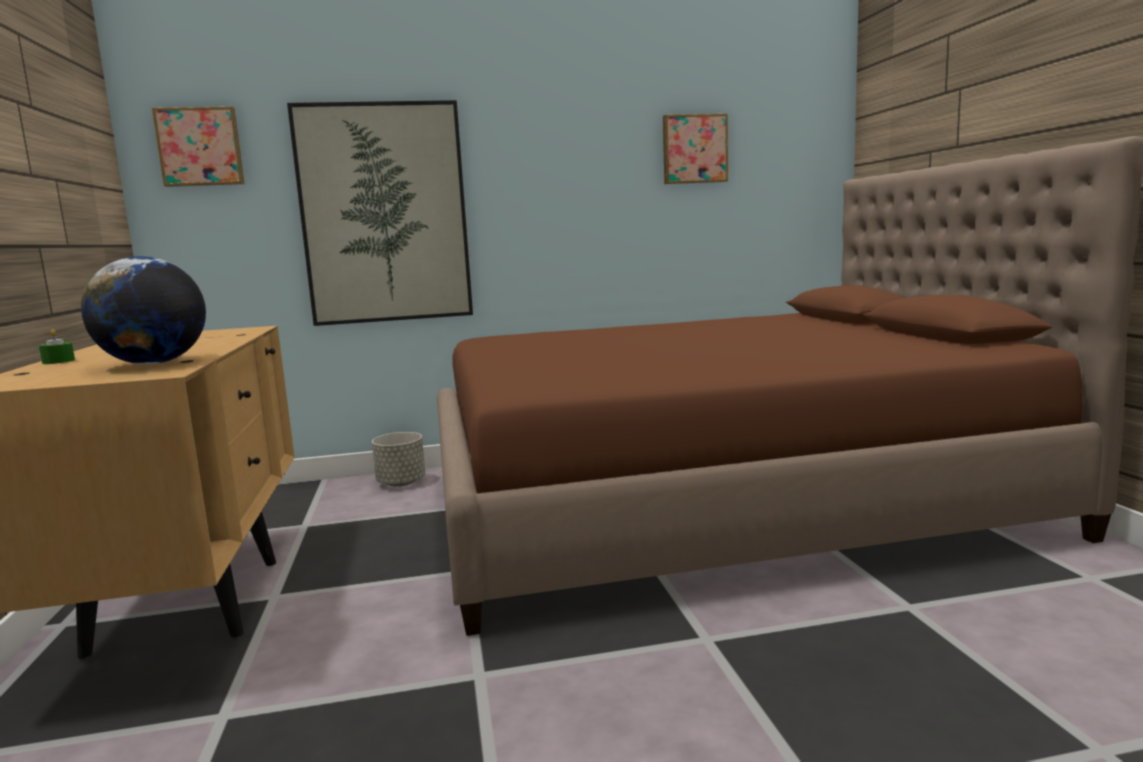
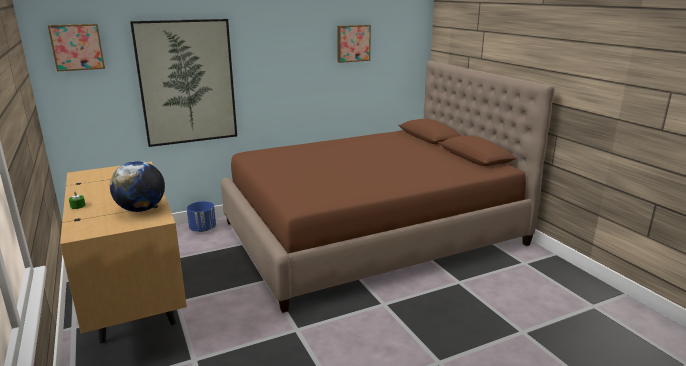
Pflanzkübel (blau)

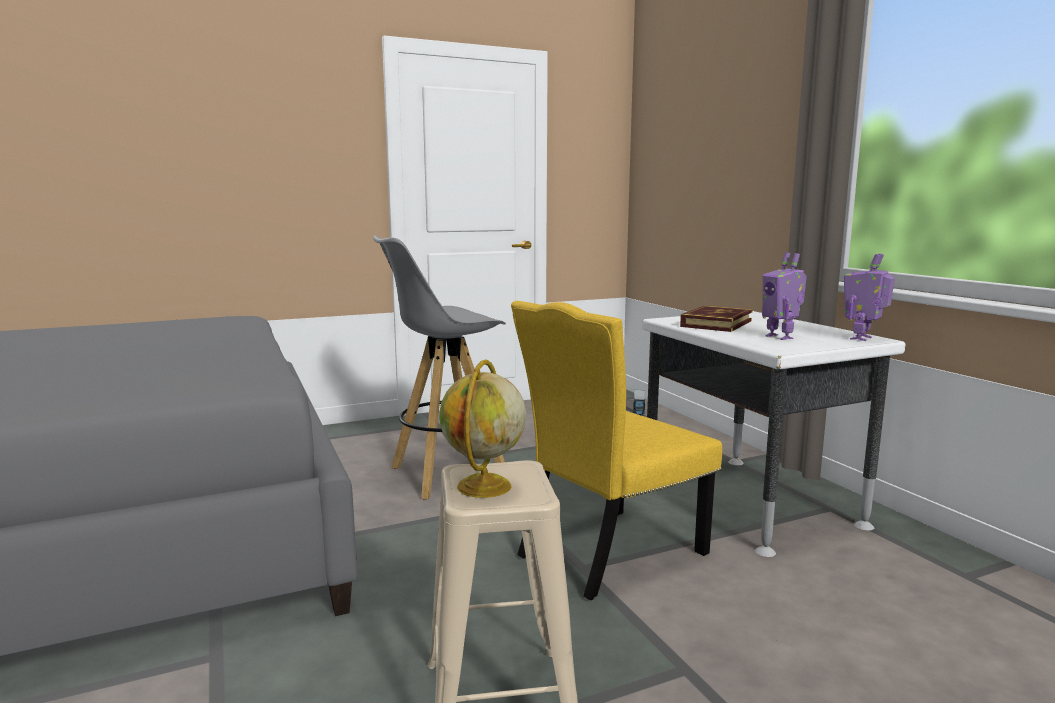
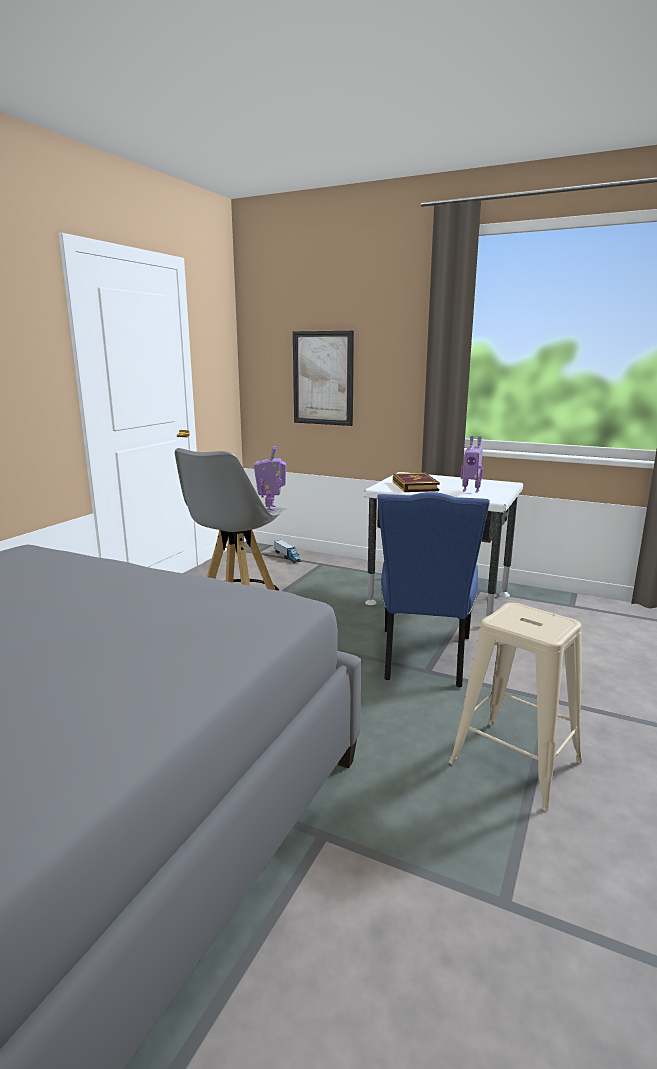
Globus; Stuhl (blau); Spielzeugroboter (no. 1 from left); Bild

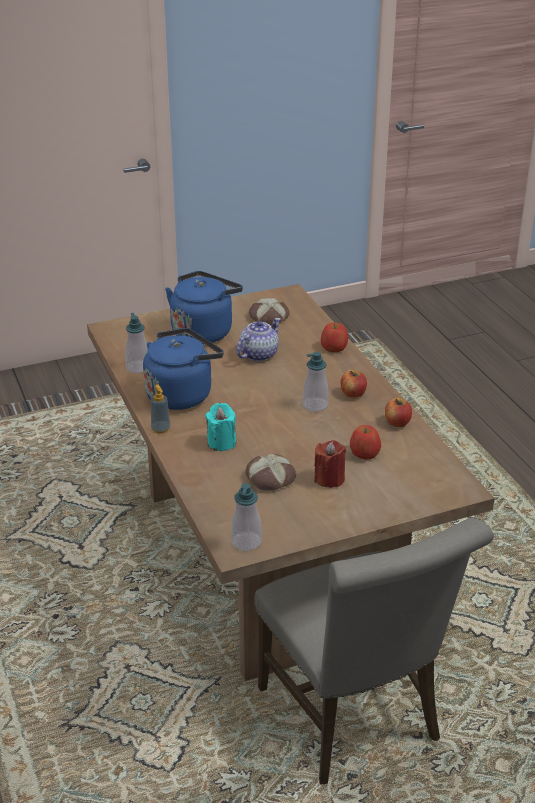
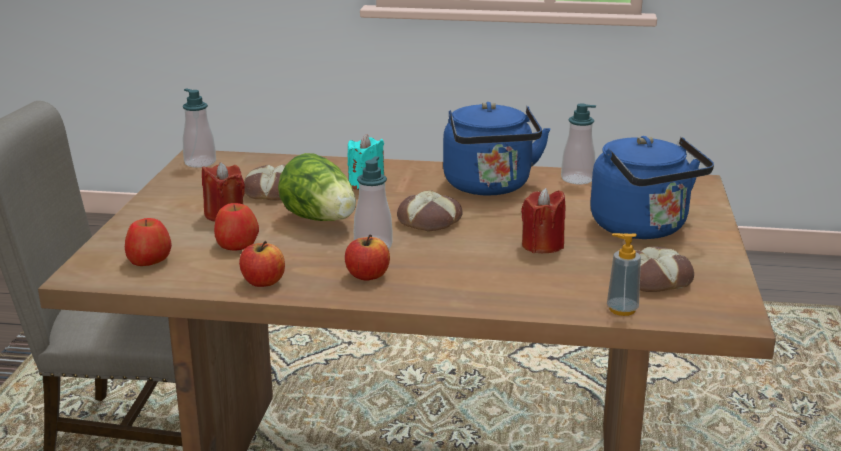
Seifenspender (no. 4 from left); Kerze (rot) (no. 2 from left); Apfel (no. 1 from left); Salatkopf; Brot (no. 2 from left)

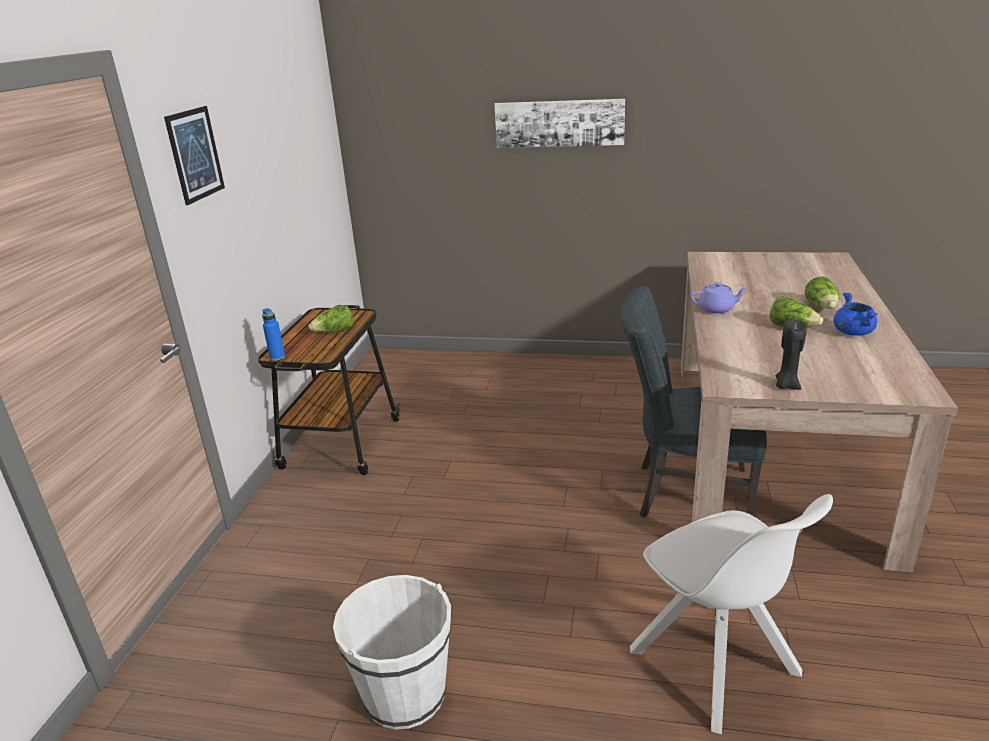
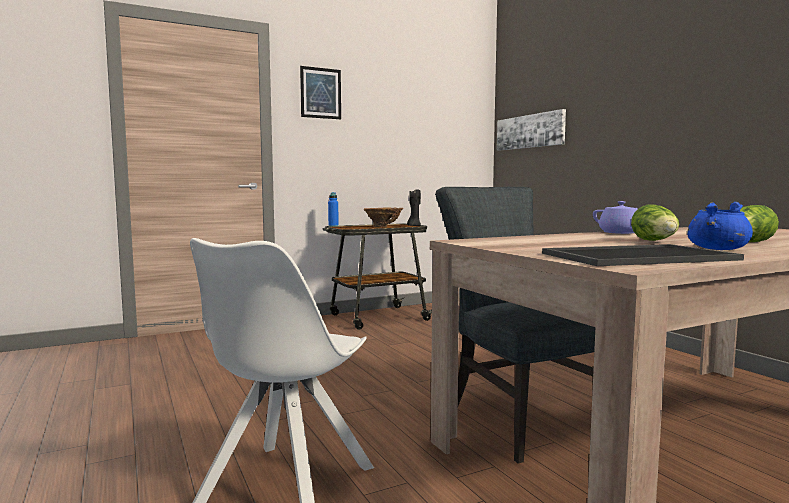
Vase (braun); Eimer (weiß); Bild (no. 2 from left); Kerze (schwarz); Tablett

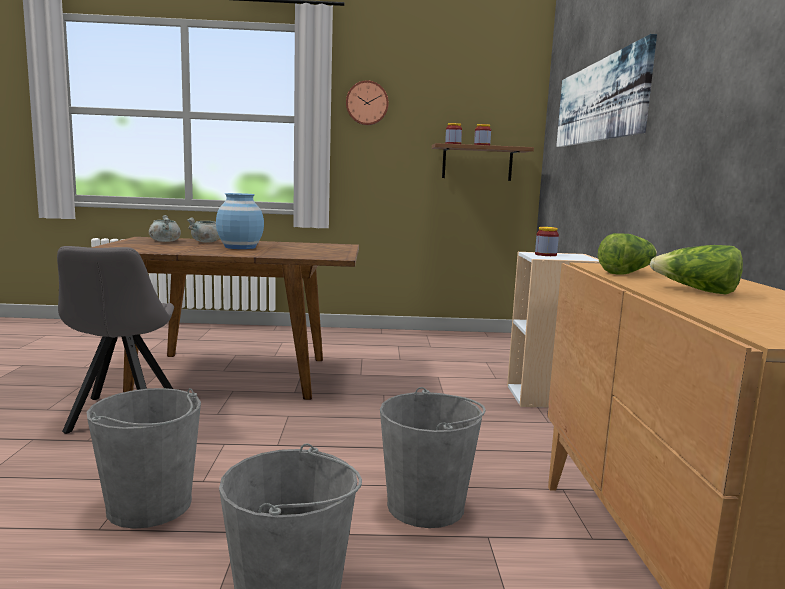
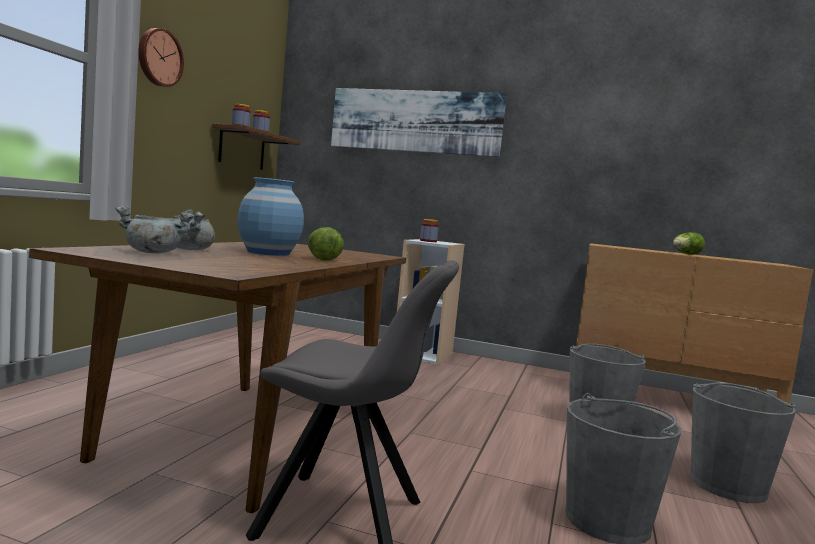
Salatkopf (no. 1 from left)

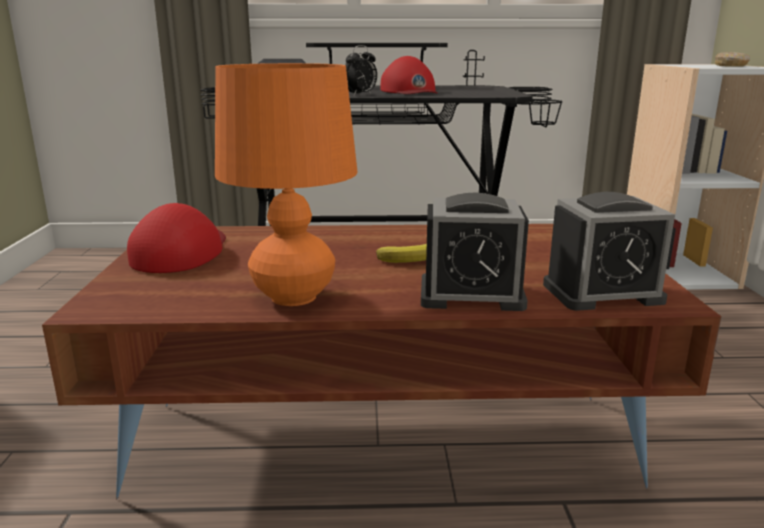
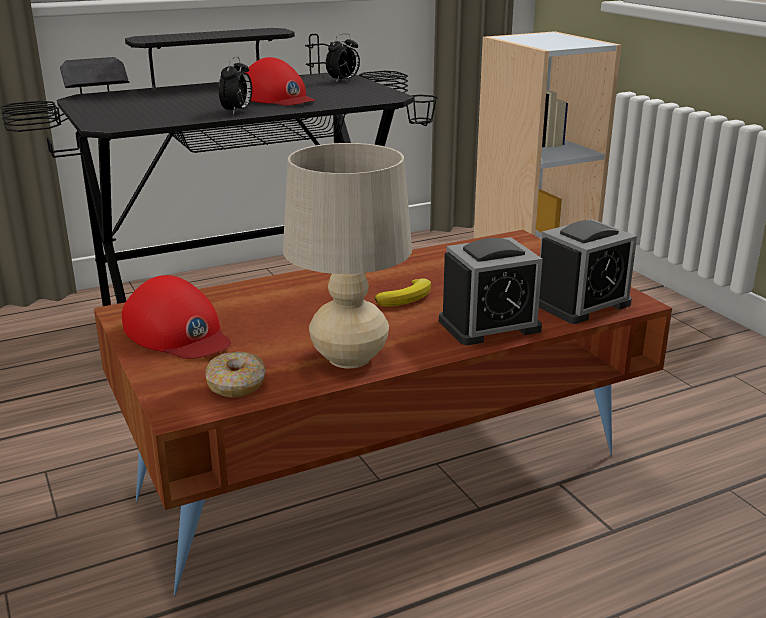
Kappe (rot) (no. 1 from left); Tischlampe (beige); Donut; Wecker (no. 2 from left)

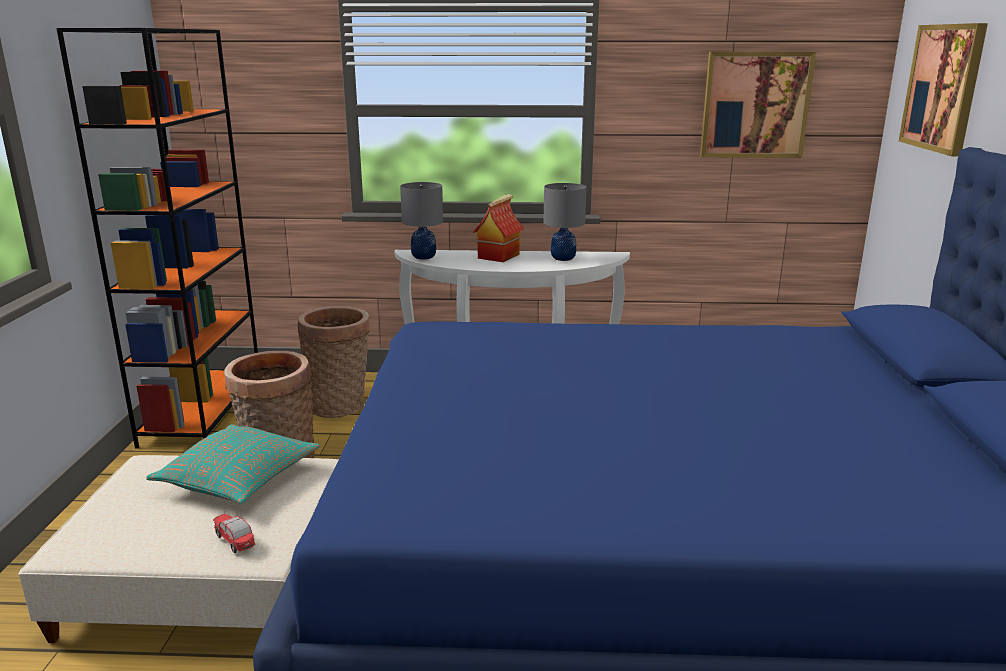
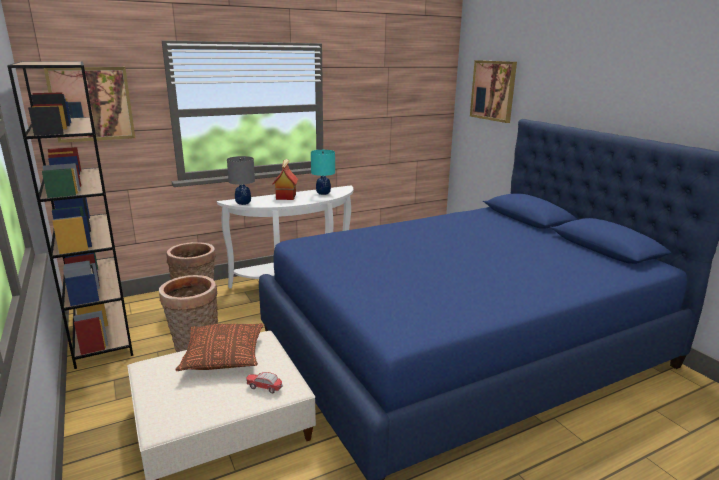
Bücherregal (beige); Kissen (braun); Tischlampe (türkis); Bild (no. 1 from left)

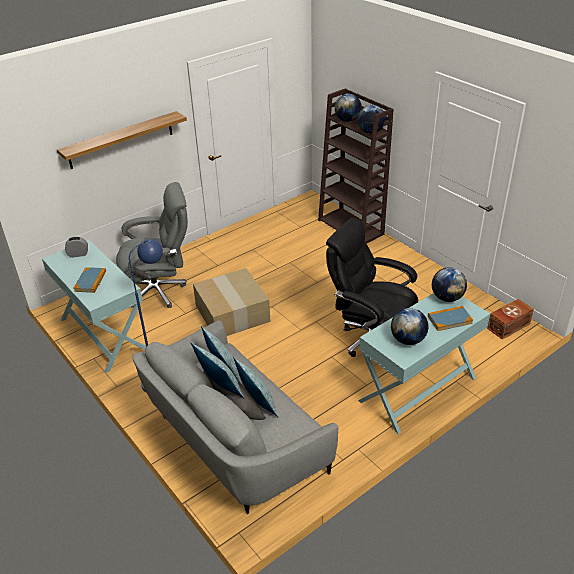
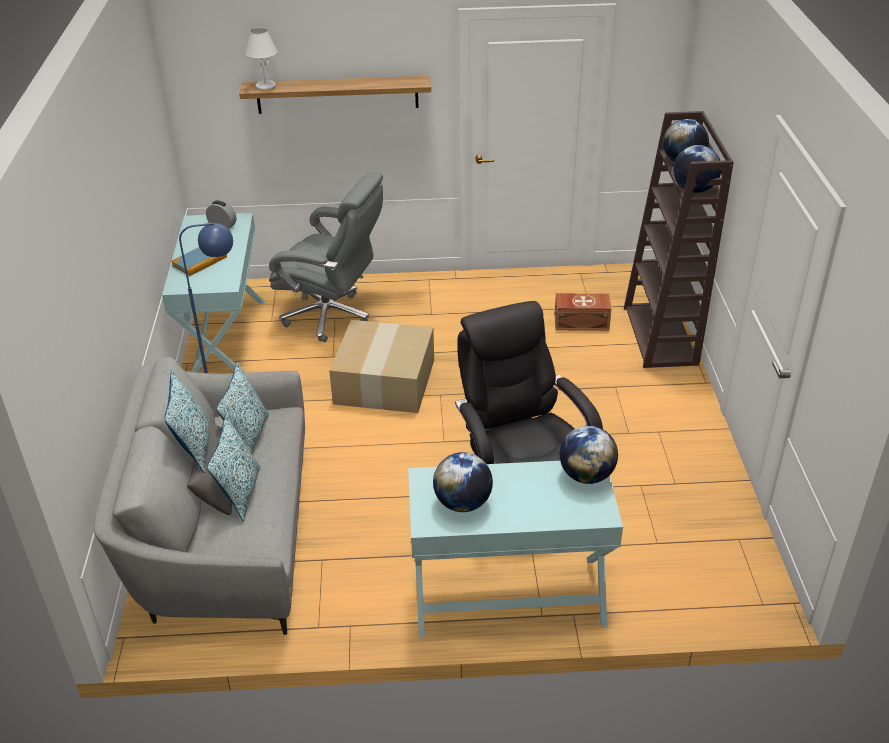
Buch (no. 2 from left in the first image); Aufbewahrungsbox (braun); Tischlampe (weiß)

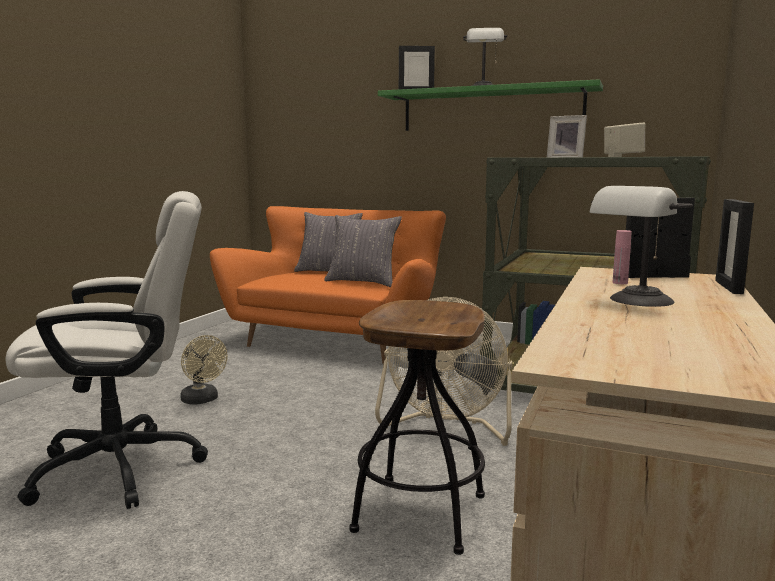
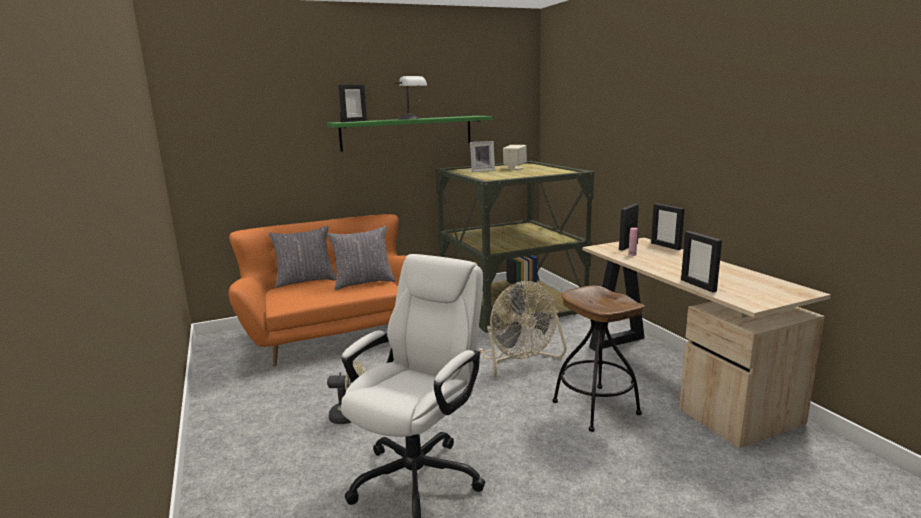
Tischlampe (no. 2 from left in the first image); Bilderrahmen (no. 5 from left)

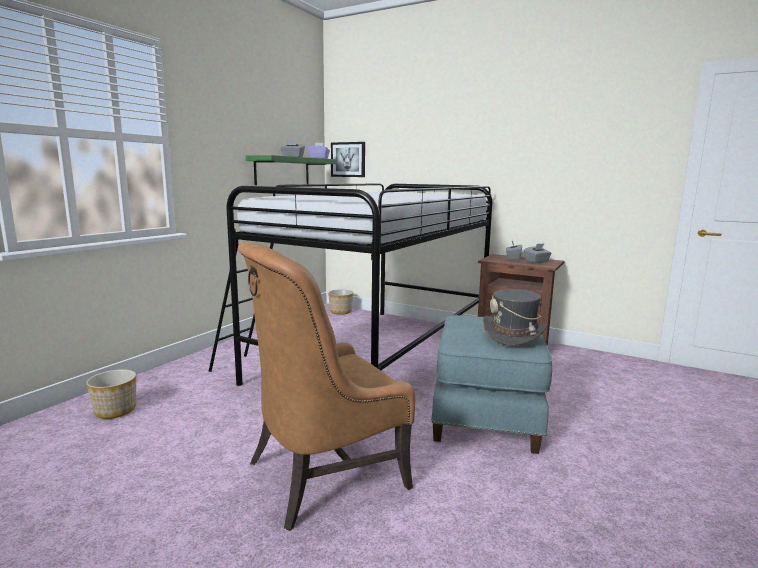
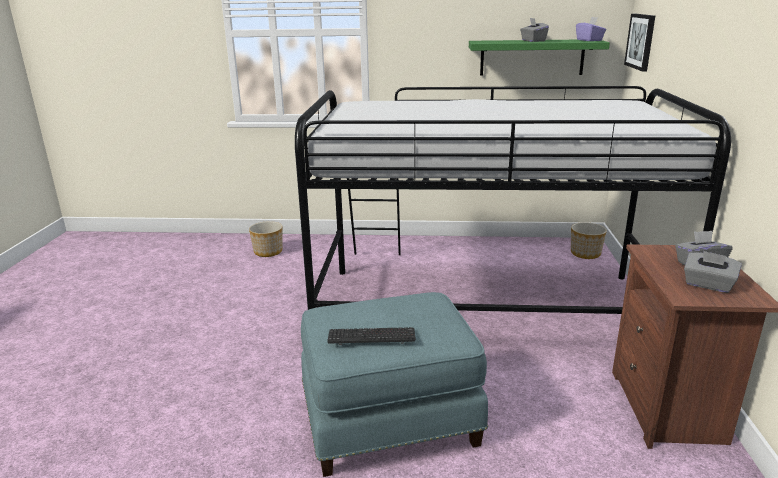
Stuhl (braun); Tastatur

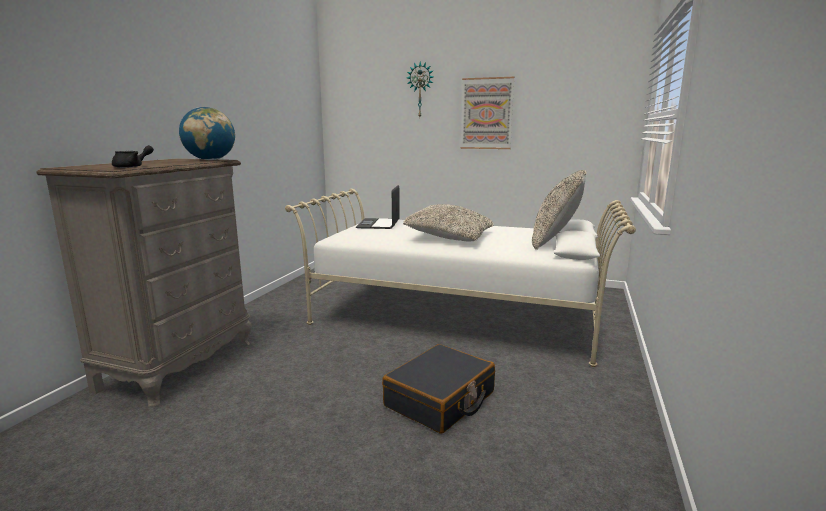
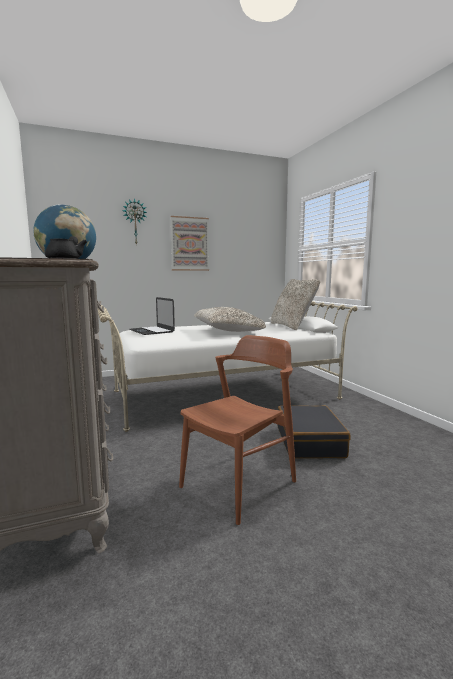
Stuhl (braun)

